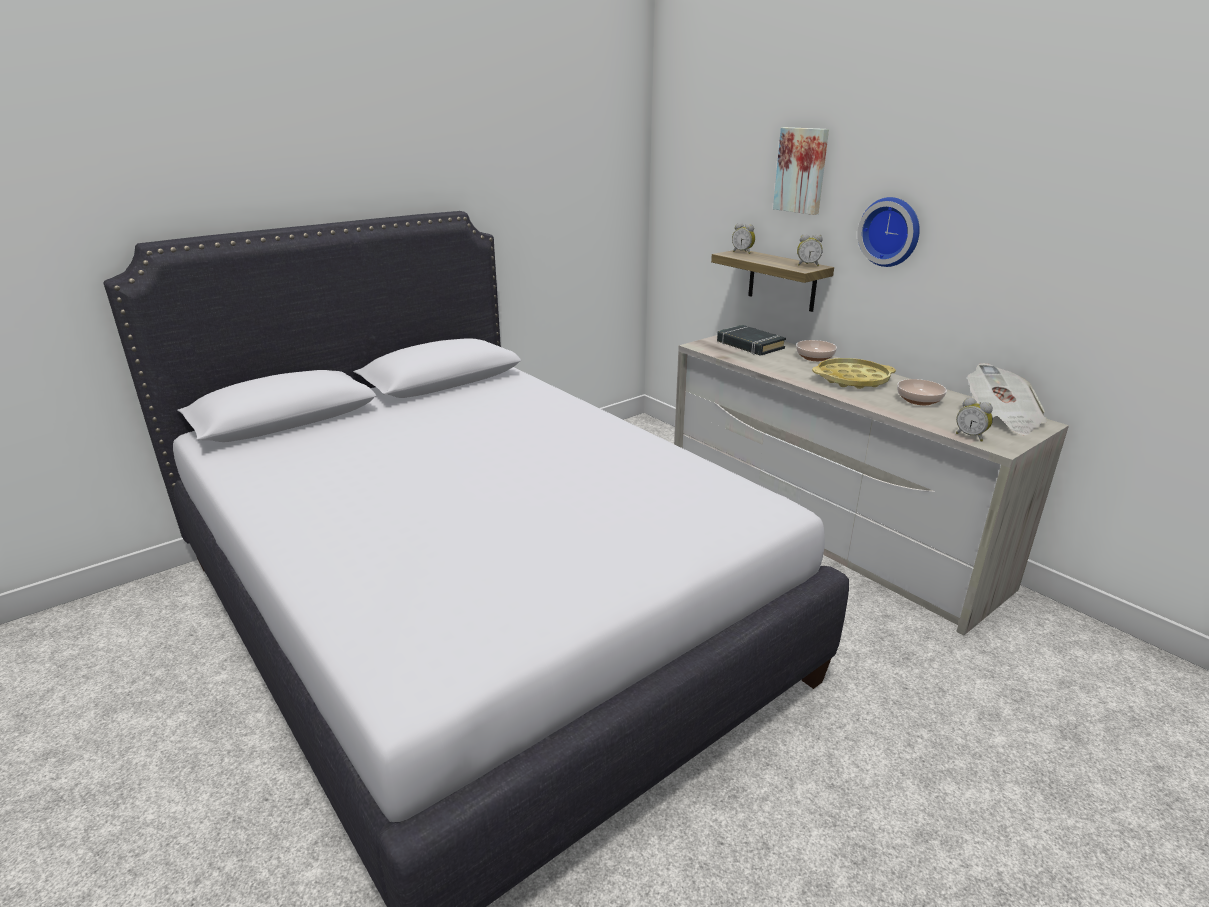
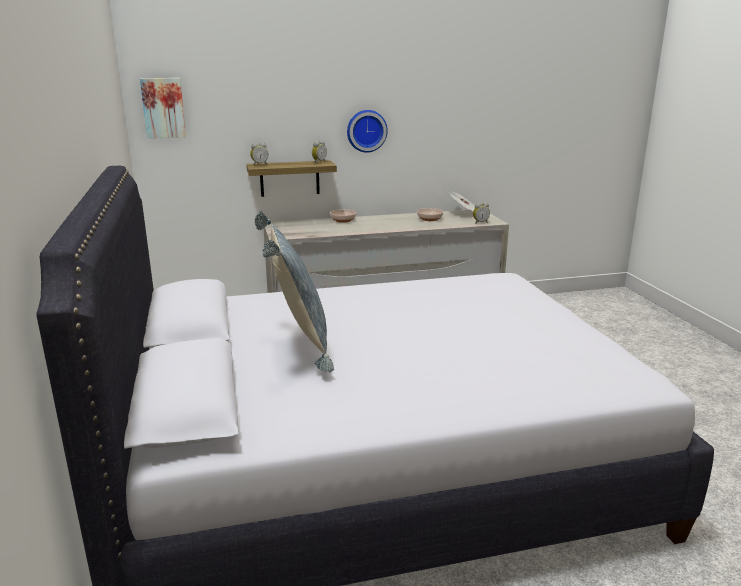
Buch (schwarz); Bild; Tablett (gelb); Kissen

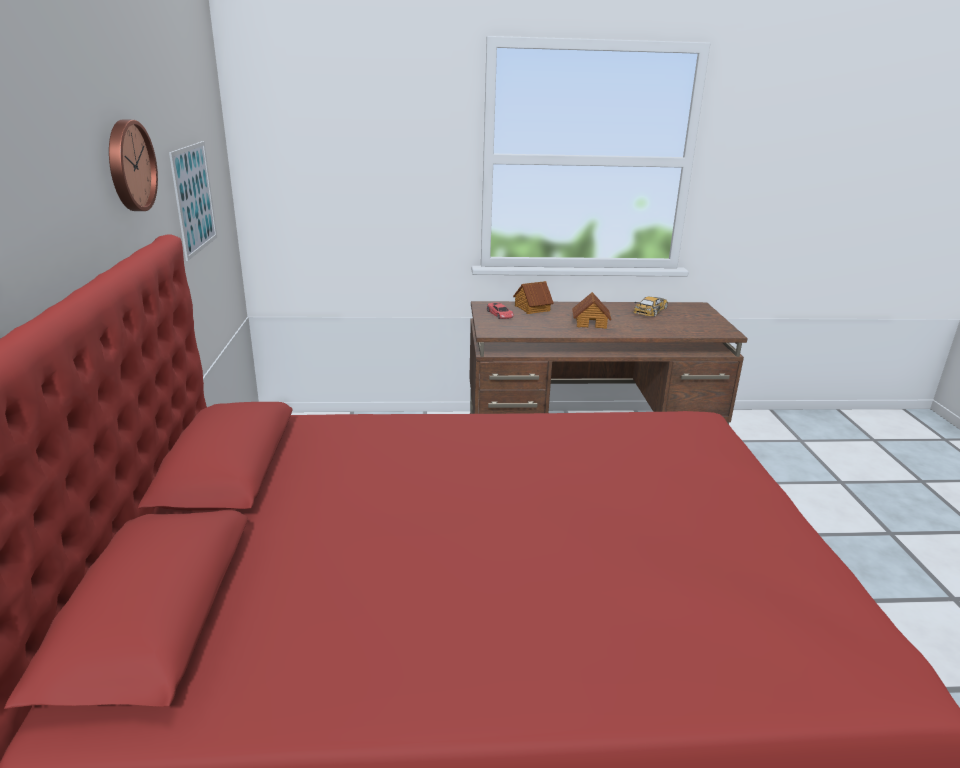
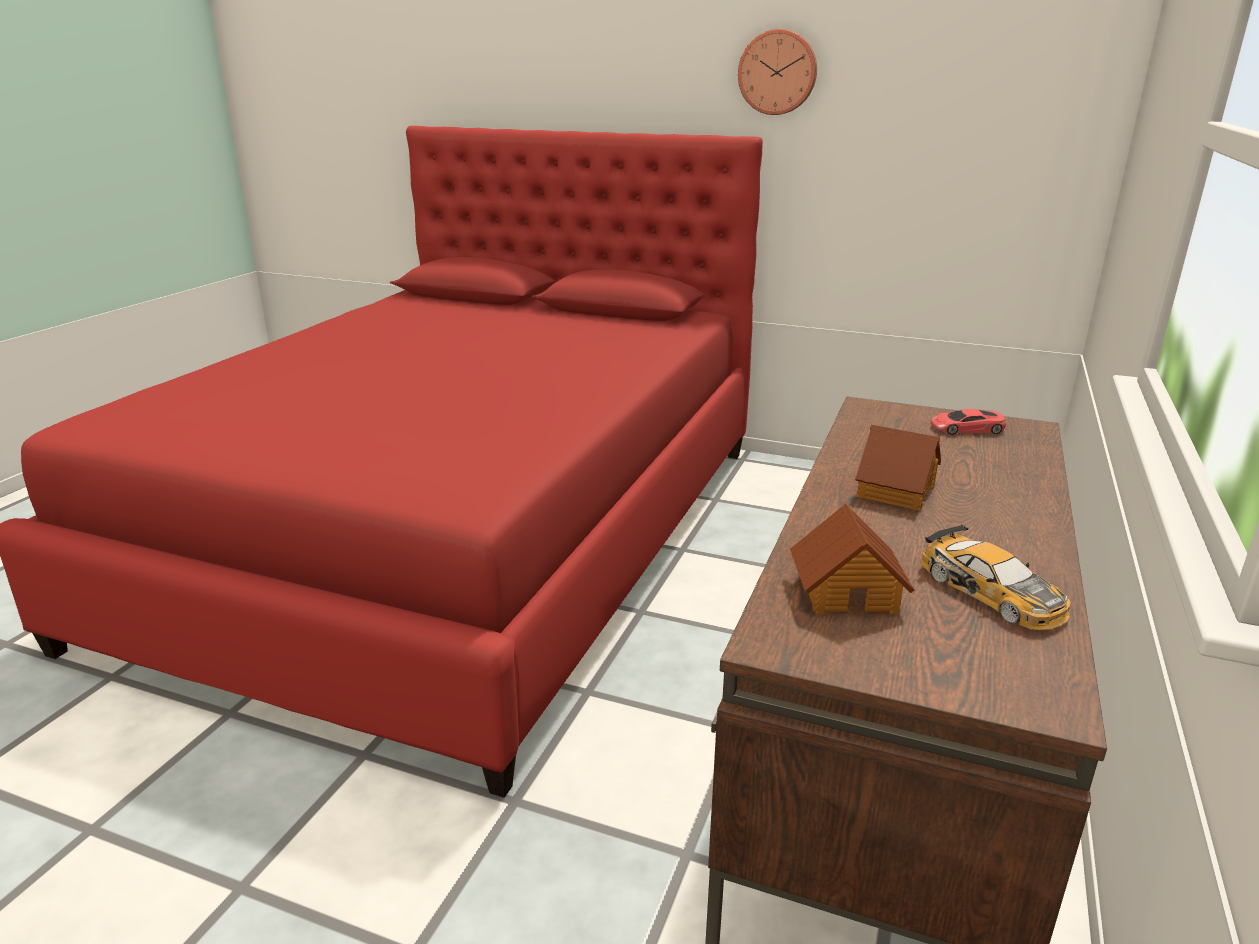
Bild; Spielzeughaus (no. 1 from left)

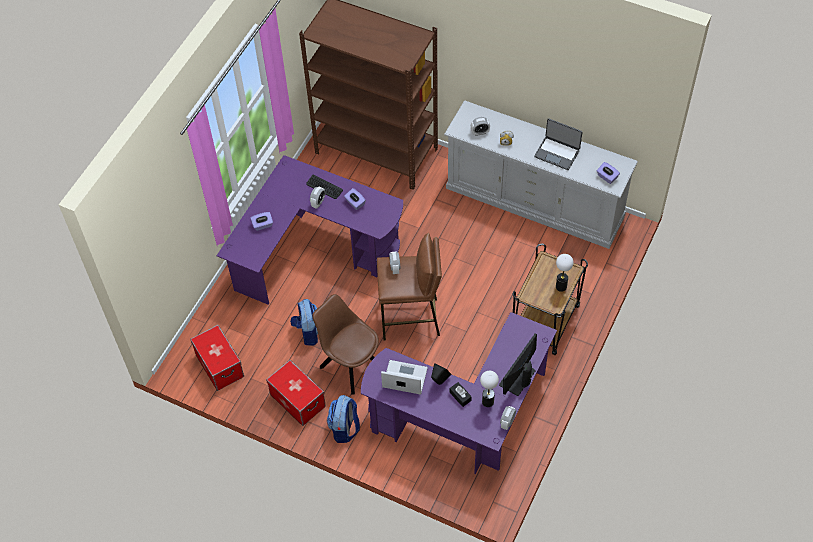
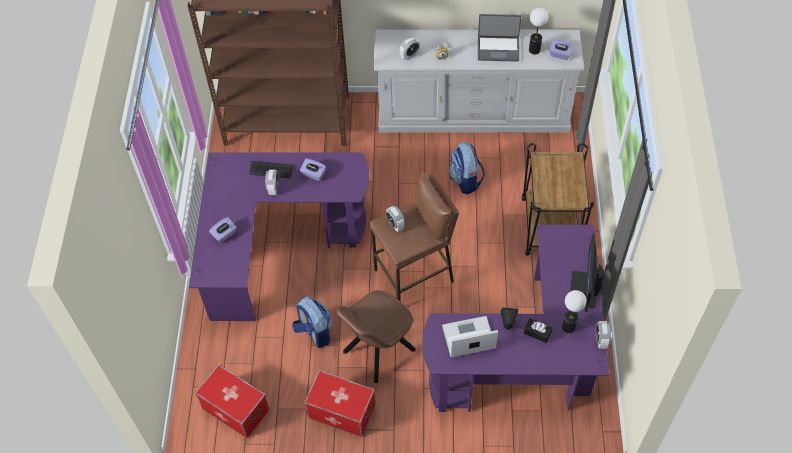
Stuhl (braun); Rucksack (no. 2 from left); Tischlampe (no. 1 from left)

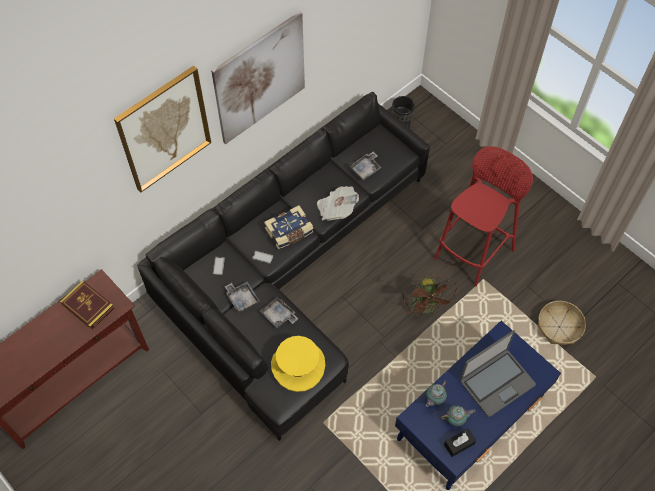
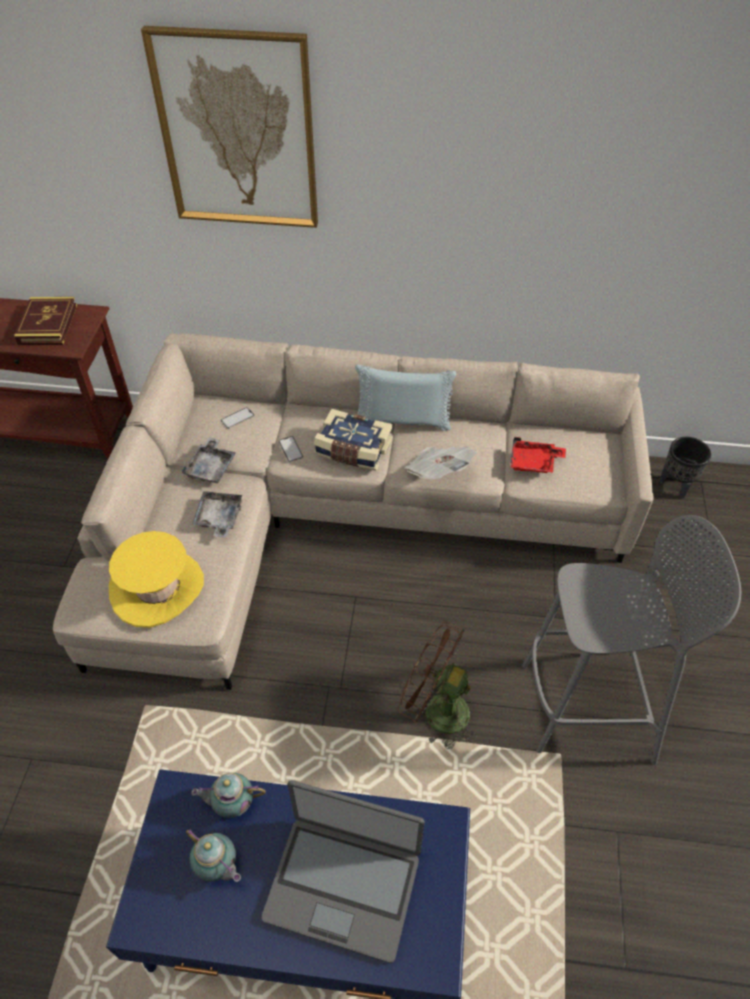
Sofa (beige); Bild (no. 2 from left in the first image); Tablett (rot); Ventilator (braun); Hocker (grau); Taschentuchbox (schwarz); Korb; Kissen (blau)

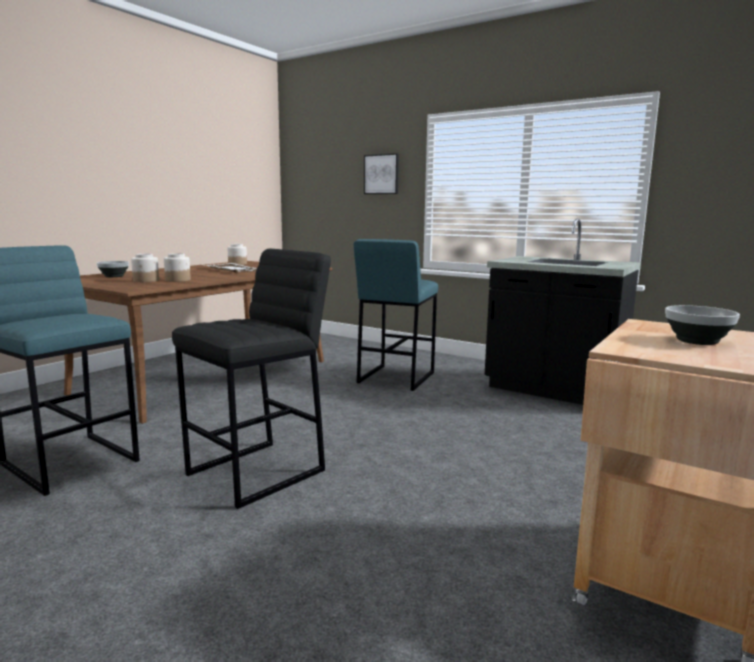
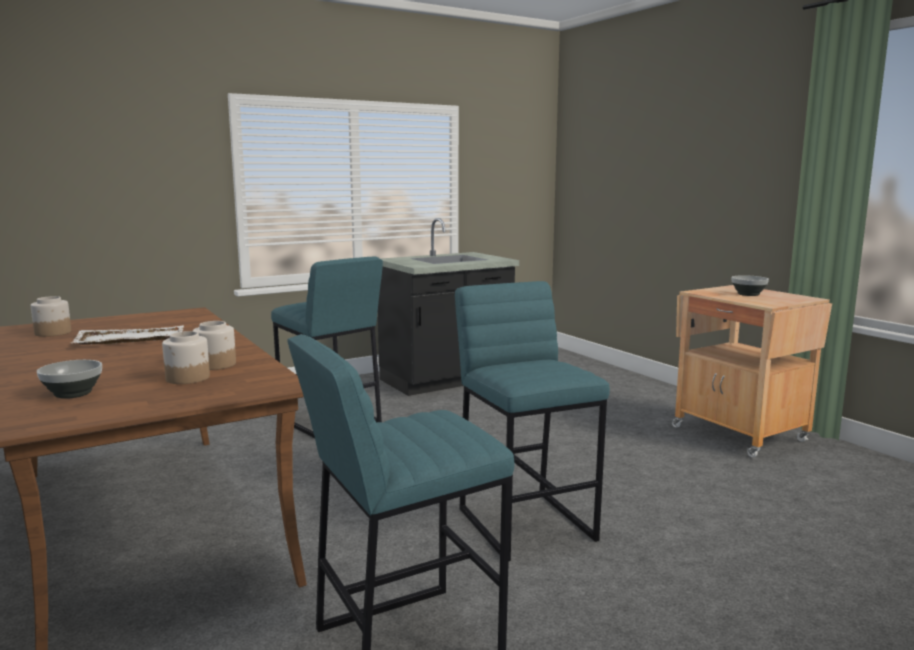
Hocker (türkis) (no. 3 from left); Bild

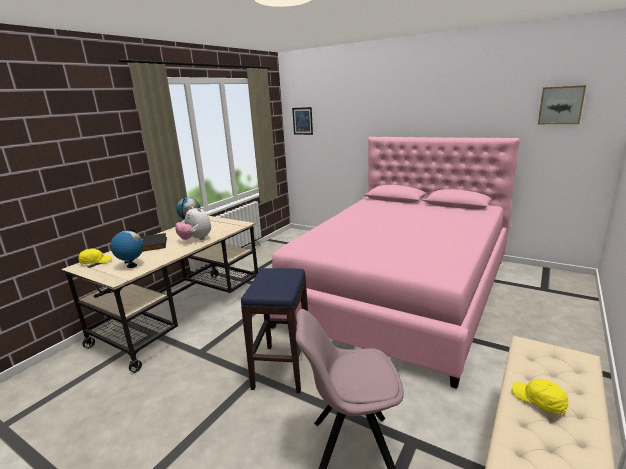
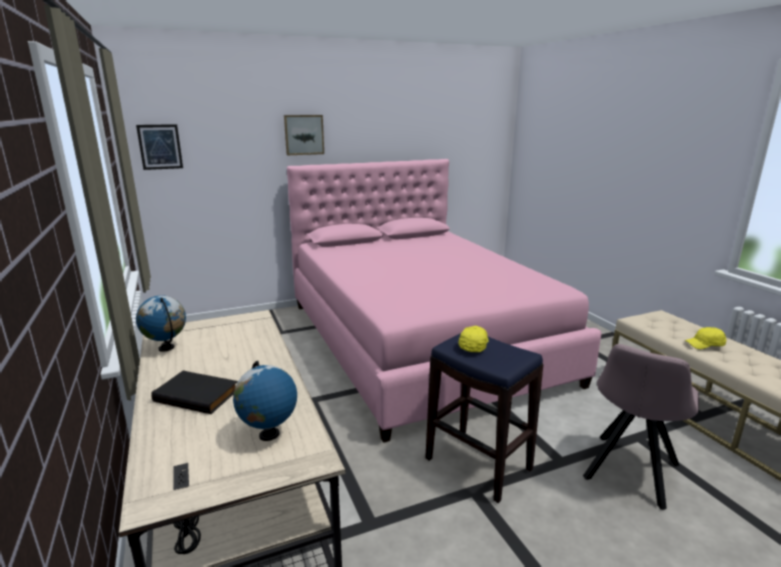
Kappe (gelb) (no. 1 from left); Plüschtier; Bild (no. 2 from left)

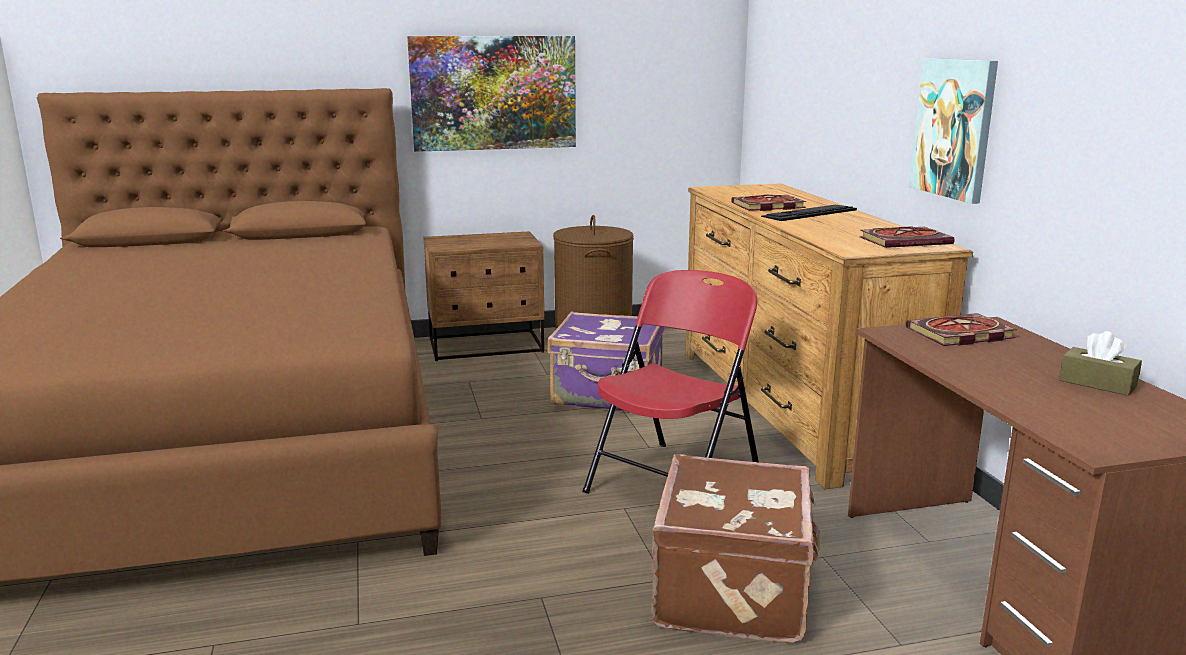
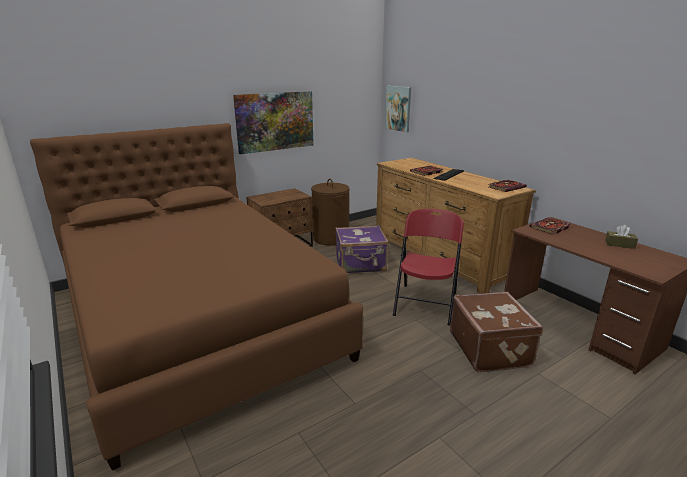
Bild (no. 2 from left)

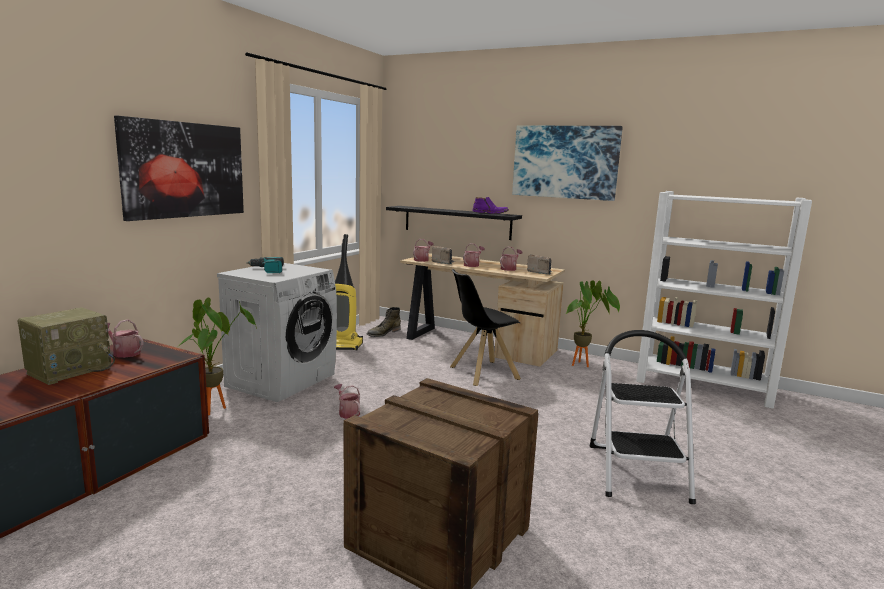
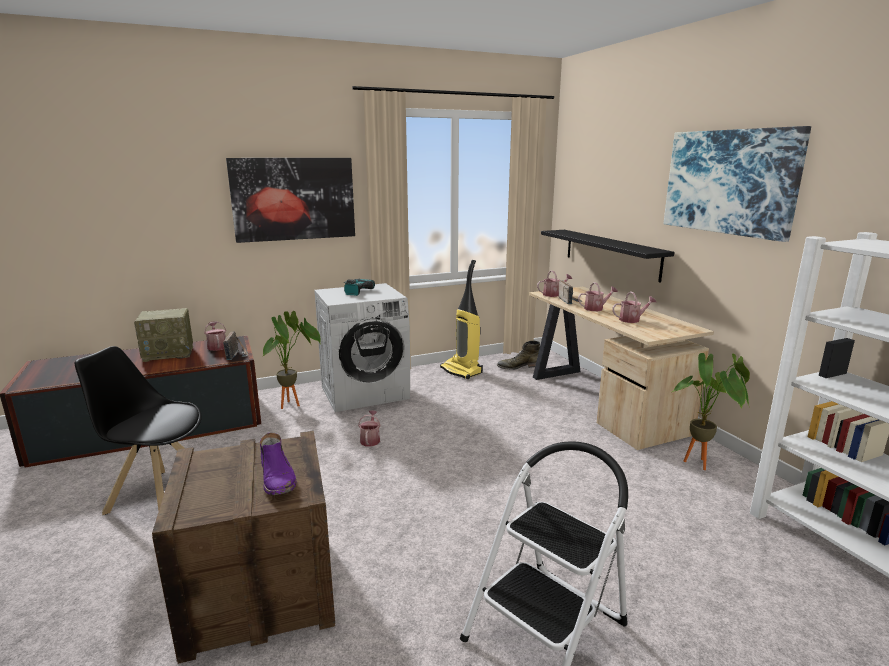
Stuhl (schwarz); Stiefel (lila); Radio (no. 2 from left)

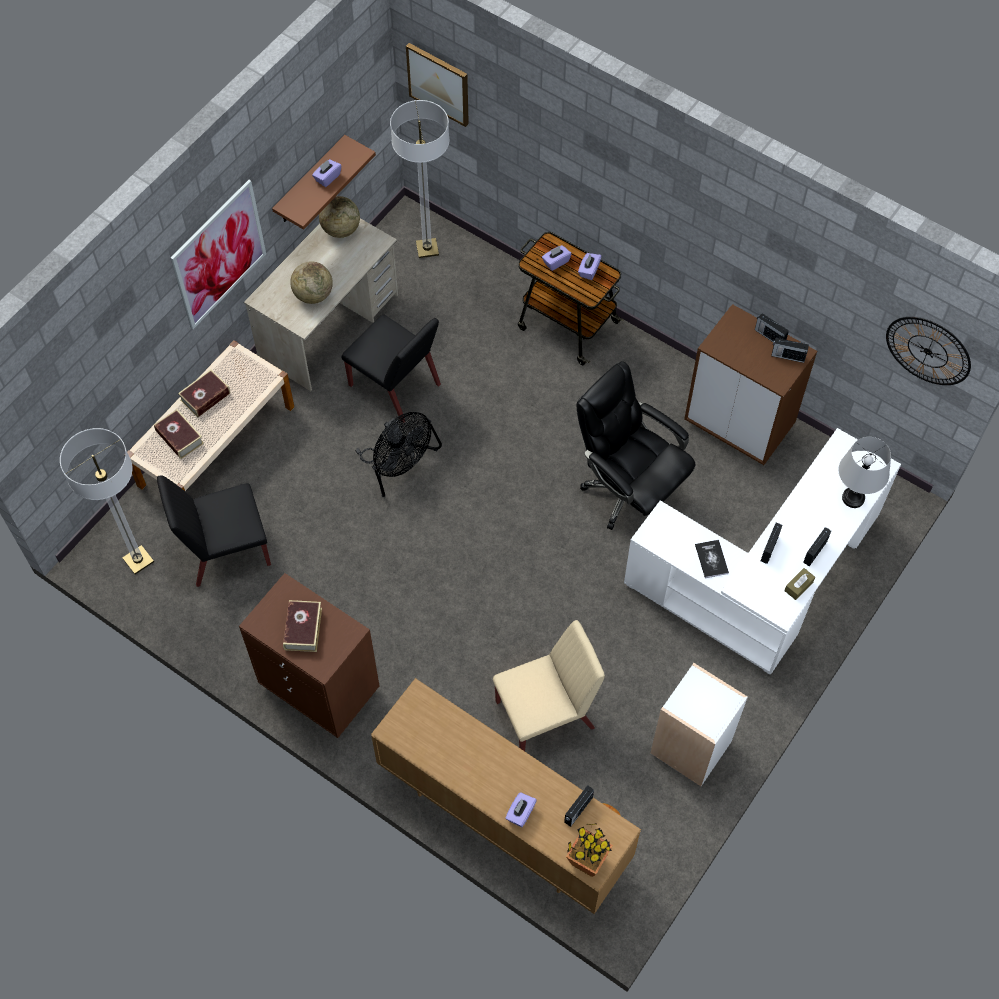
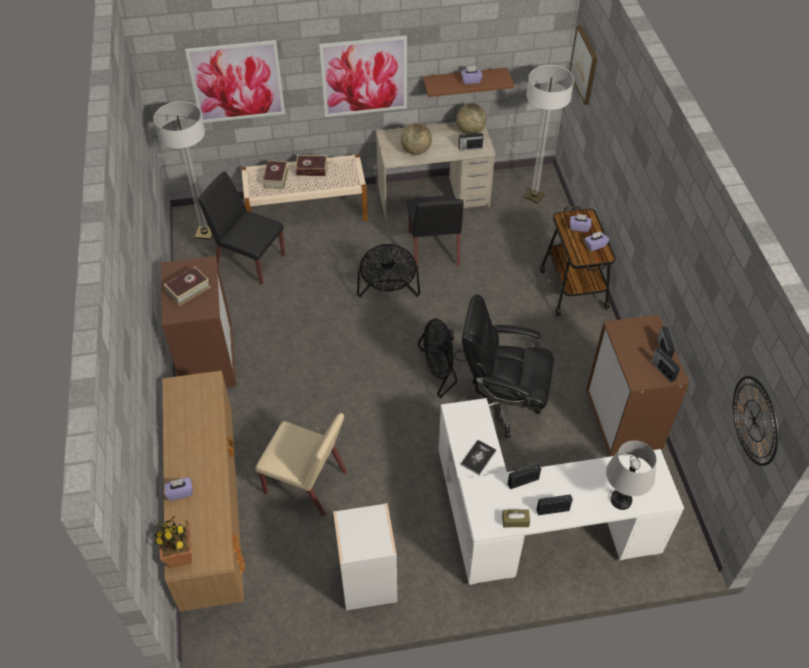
Radio (no. 1 from left); Bürostuhl (schwarz); Bild (no. 1 from left); Ventilator (schwarz) (no. 2 from left)

